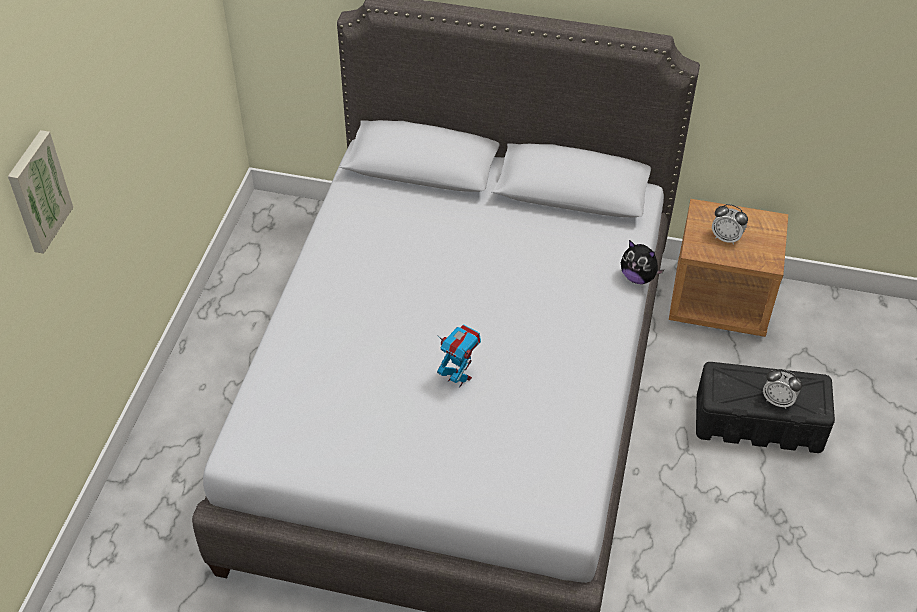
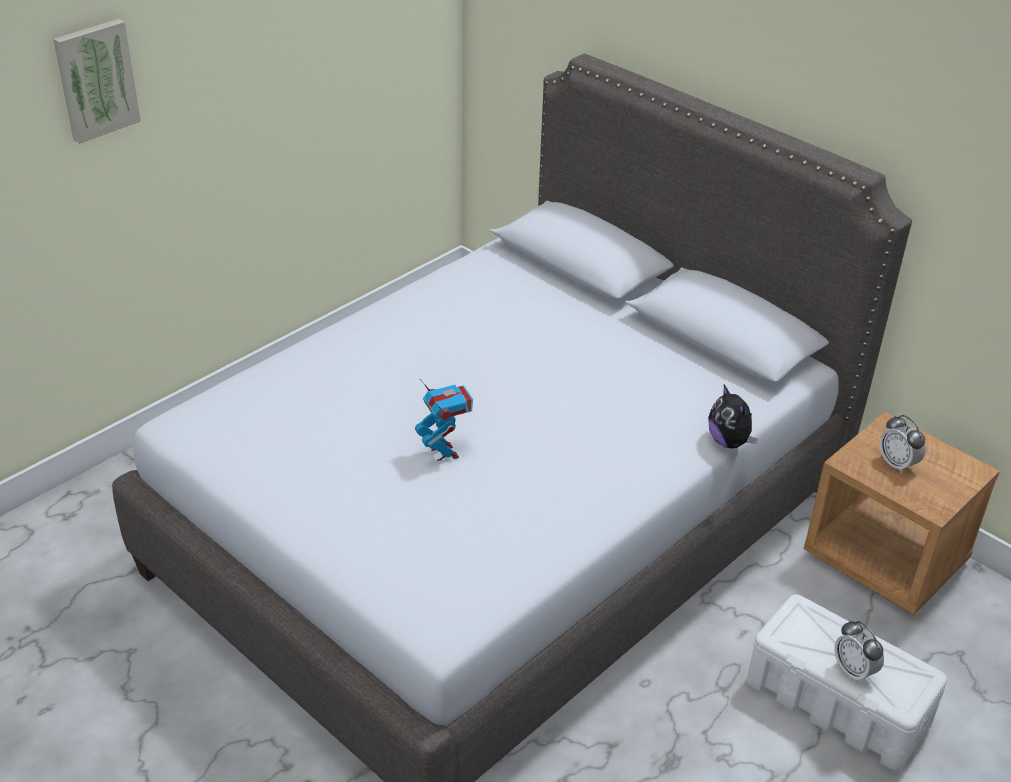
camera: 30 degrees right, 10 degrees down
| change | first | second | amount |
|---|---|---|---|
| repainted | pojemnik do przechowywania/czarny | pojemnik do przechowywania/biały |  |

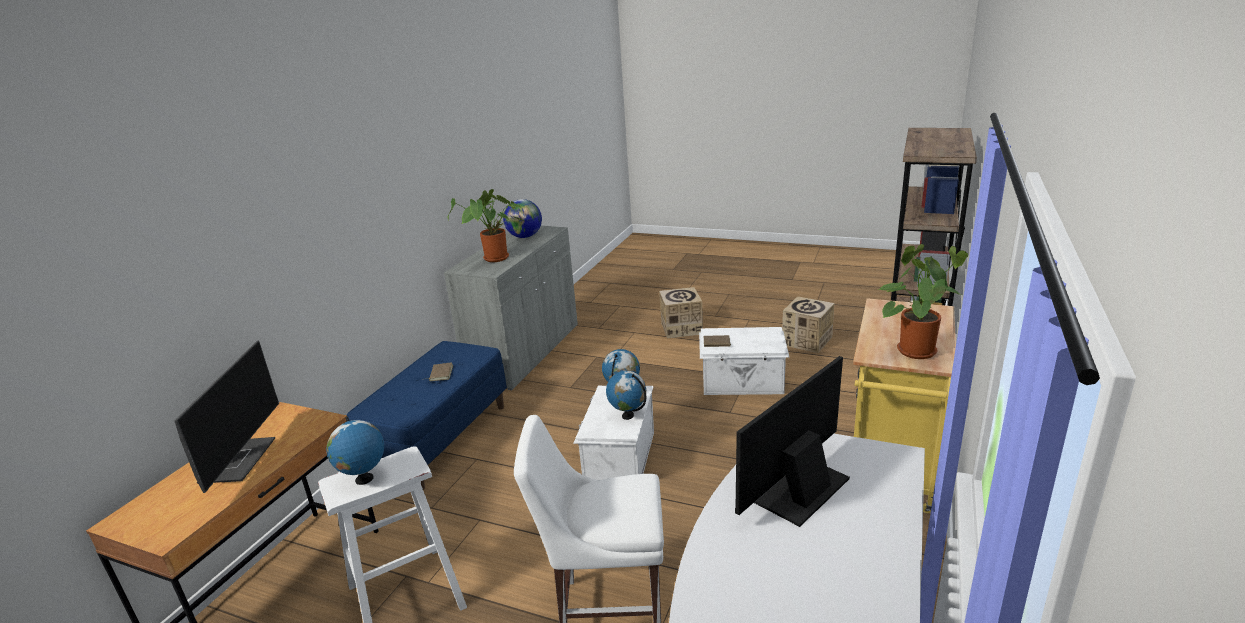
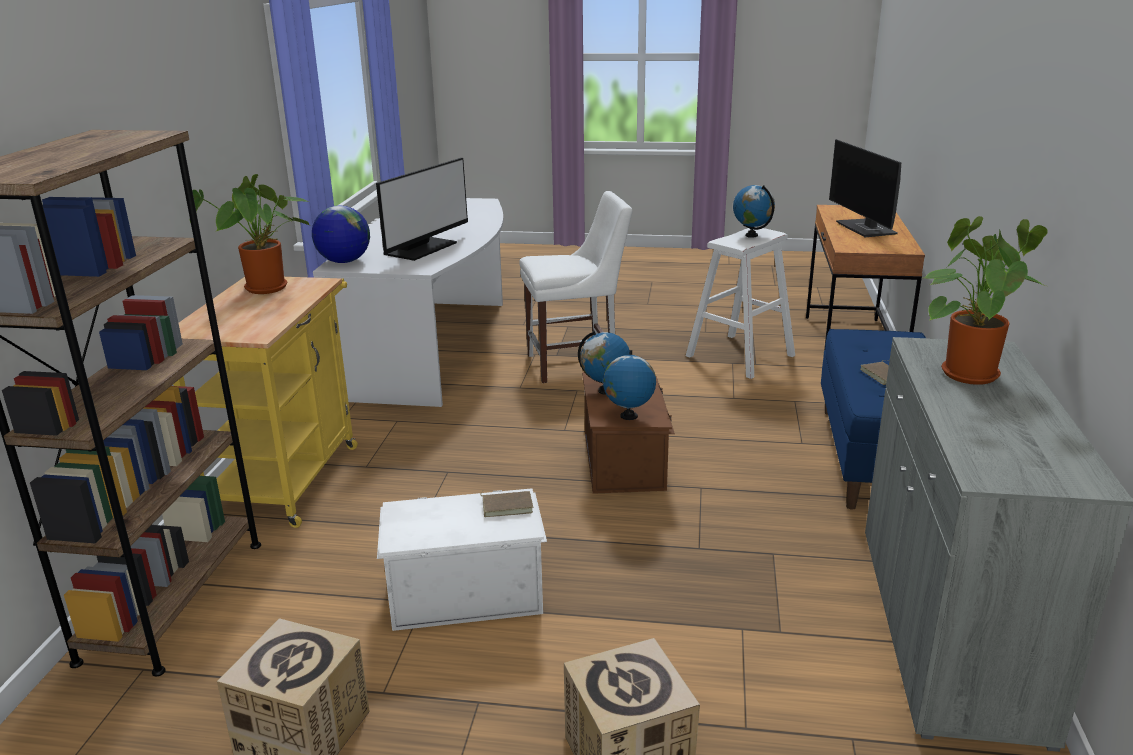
camera: 165 degrees right, 0 degrees up
| change | first | second | amount |
|---|---|---|---|
| shifted | globus (no. 2 from left in the first image) | globus (no. 1 from left) |  |
| repainted | pojemnik do przechowywania/biały (no. 1 from left) | pojemnik do przechowywania/brązowy |  |

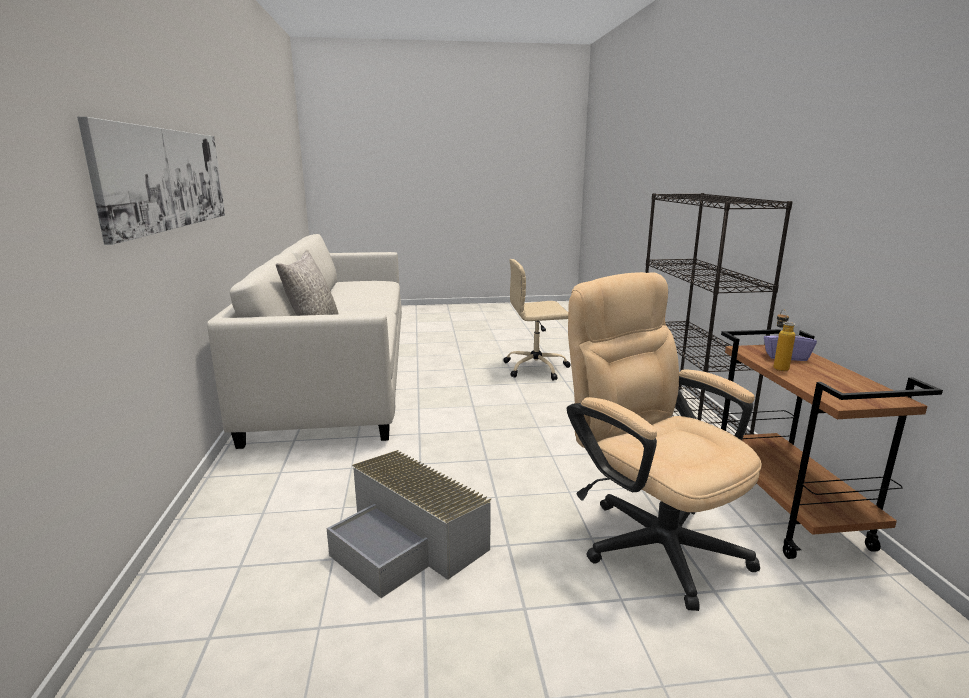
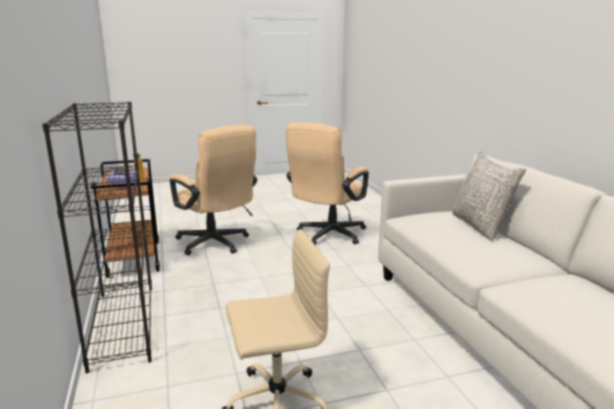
camera: 170 degrees right, 0 degrees up
| change | first | second | amount |
|---|---|---|---|
| gone | obraz |  |  |
| swapped | pojemnik do przechowywania/szary | krzesło biurowe/beżowy (no. 3 from left) |  |

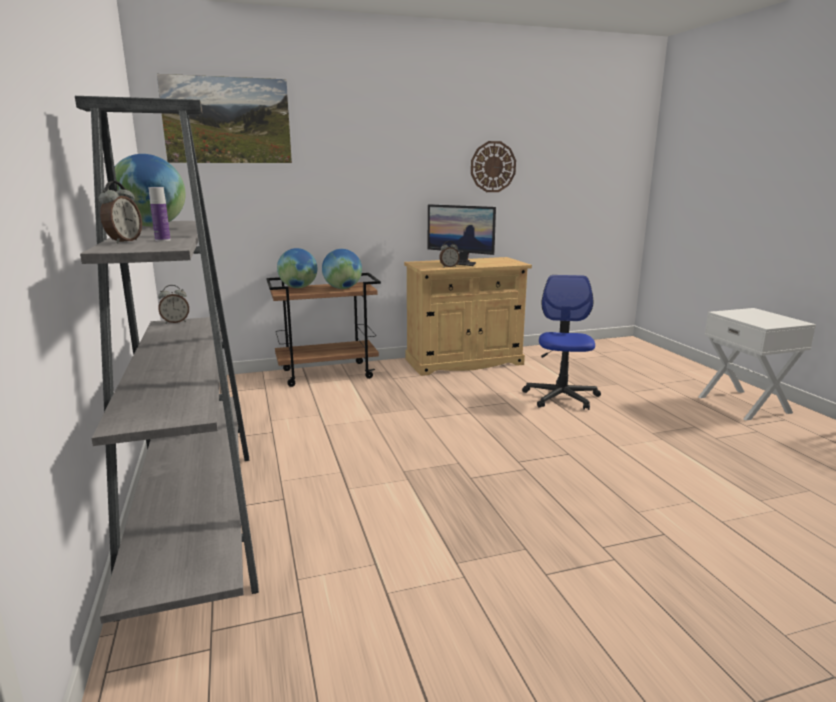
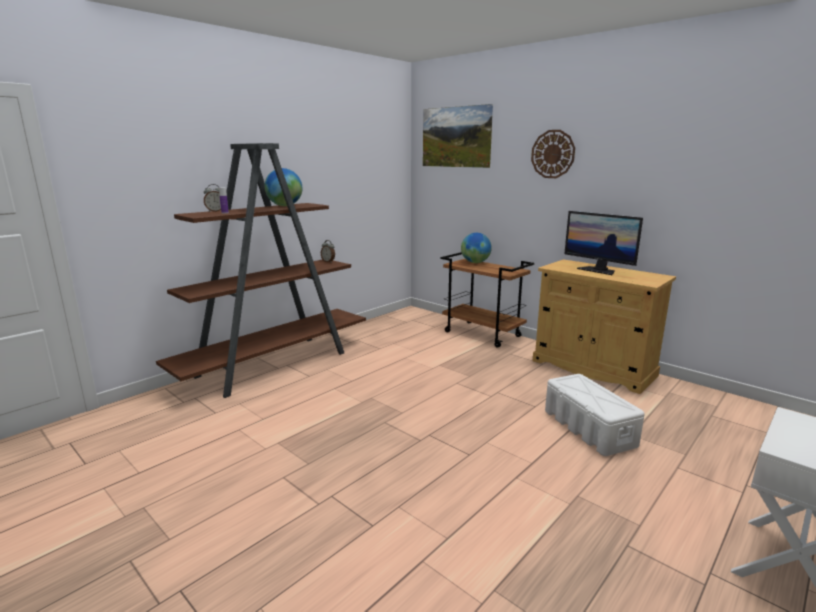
camera: 60 degrees right, 0 degrees up
| change | first | second | amount |
|---|---|---|---|
| repainted | regał/szary | regał/brązowy |  |
| gone | globus (no. 3 from left) |  |  |
| rotated | monitor |  | 45 degrees counterclockwise |
| gone | budzik (no. 3 from left) |  |  |
| shifted | zegar ścienny |  |  |
| swapped | krzesło biurowe | pojemnik do przechowywania/biały |  |

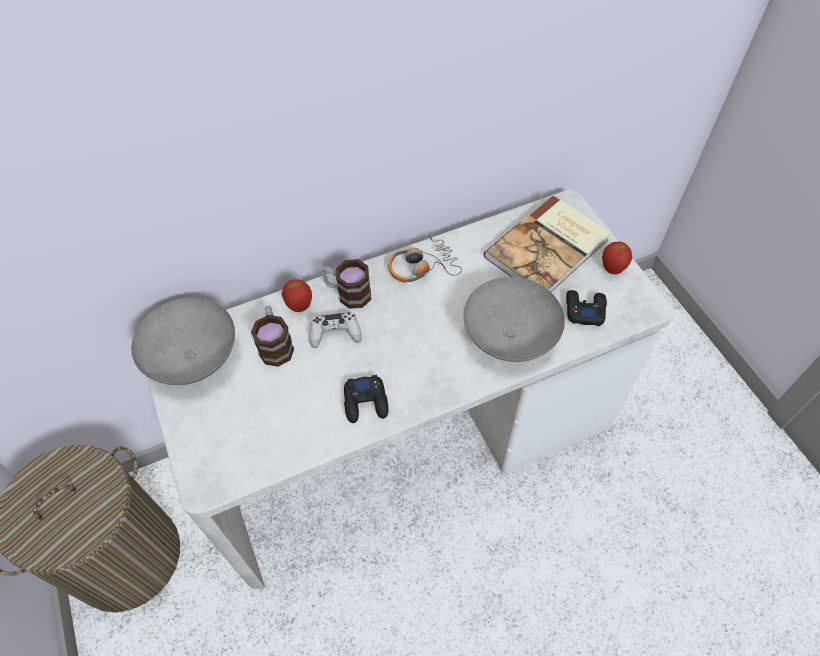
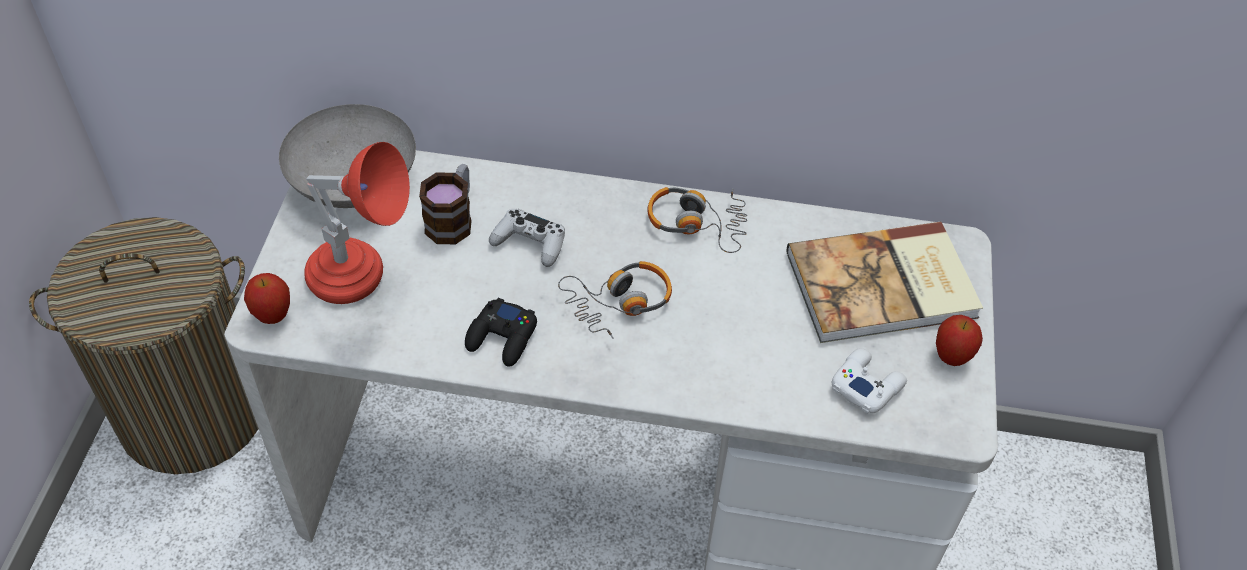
camera: 30 degrees right, 5 degrees down
| change | first | second | amount |
|---|---|---|---|
| shifted | jabłko (no. 1 from left) |  |  |
| gone | kubek (no. 2 from left) |  |  |
| gone | miska/szary (no. 2 from left) |  |  |
| repainted | pad do gier/czarny (no. 2 from left) | pad do gier/biały (no. 2 from left) |  |
| new |  | lampa stołowa/czerwony |  |
| new |  | słuchawki (no. 1 from left) |  |

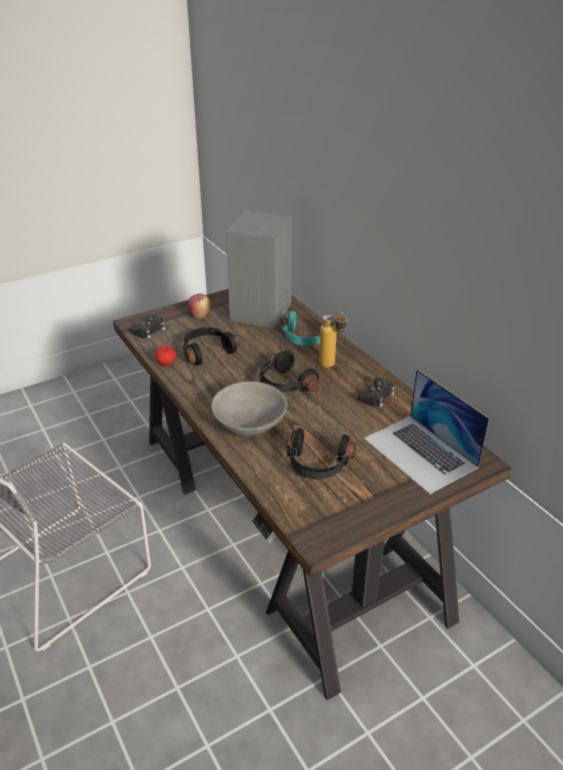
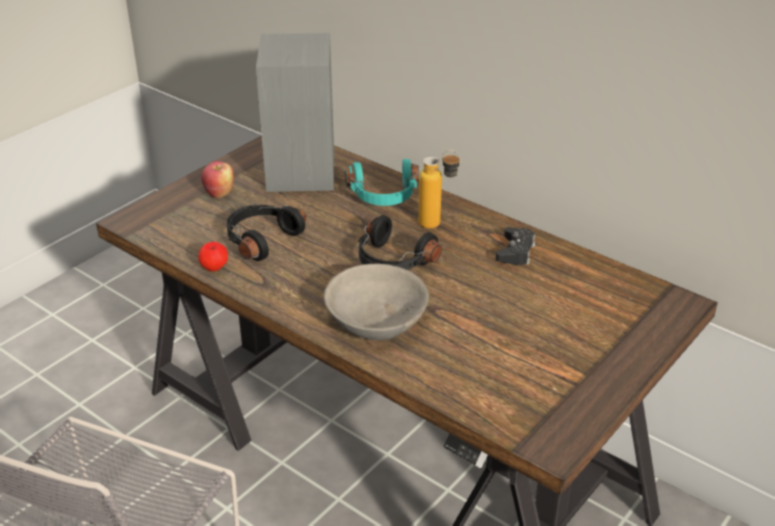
camera: 20 degrees left, 0 degrees up
| change | first | second | amount |
|---|---|---|---|
| gone | pad do gier/czarny (no. 1 from left) |  |  |
| gone | słuchawki/czarny (no. 3 from left) |  |  |
| gone | laptop |  |  |

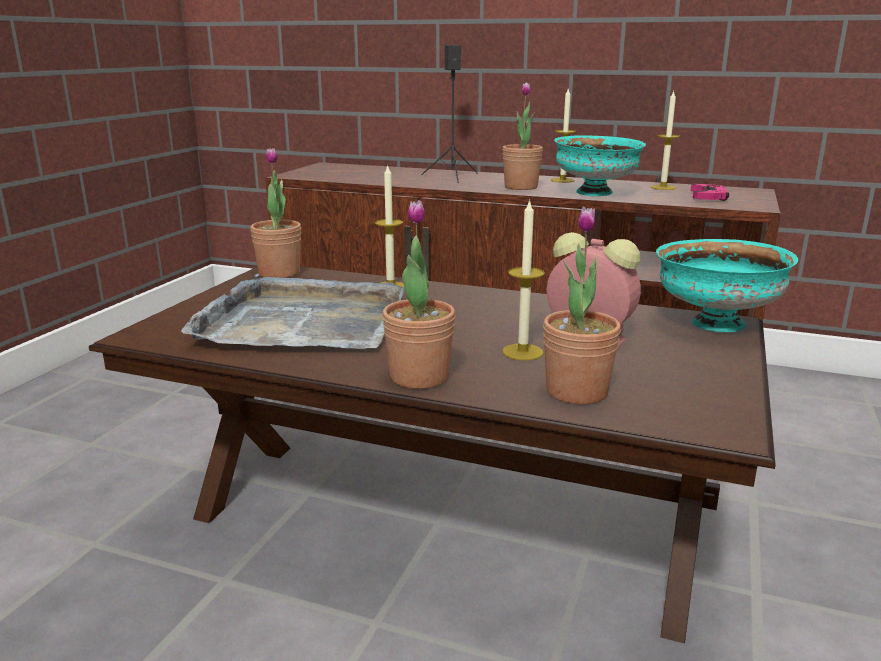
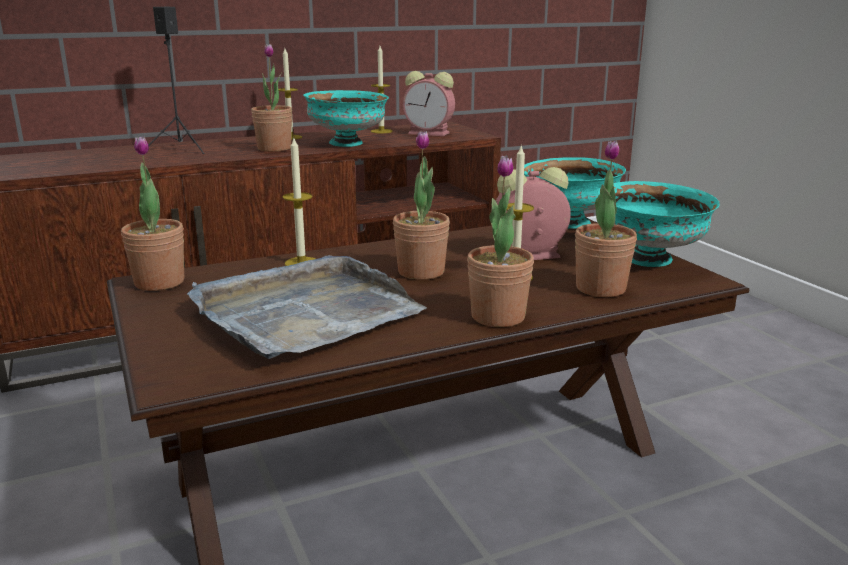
camera: 45 degrees left, 0 degrees up
| change | first | second | amount |
|---|---|---|---|
| swapped | pad do gier/różowy | budzik (no. 1 from left) |  |
| new |  | roślina doniczkowa (no. 3 from left) |  |
| new |  | miska/turkusowy (no. 3 from left) |  |

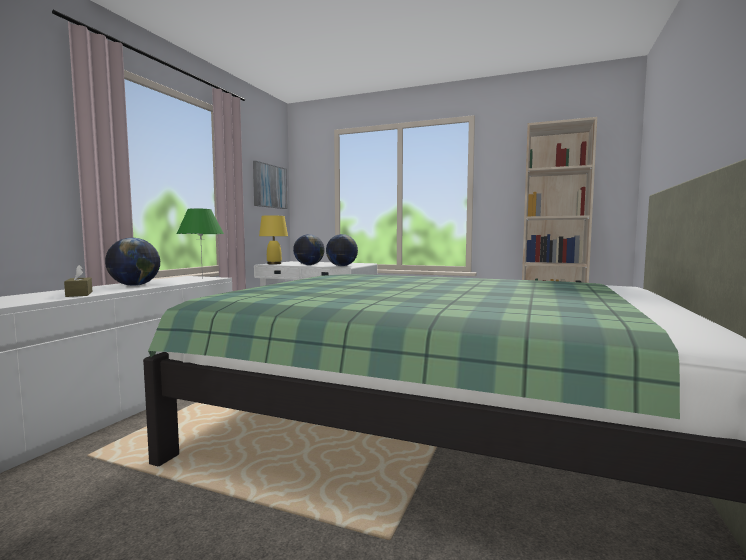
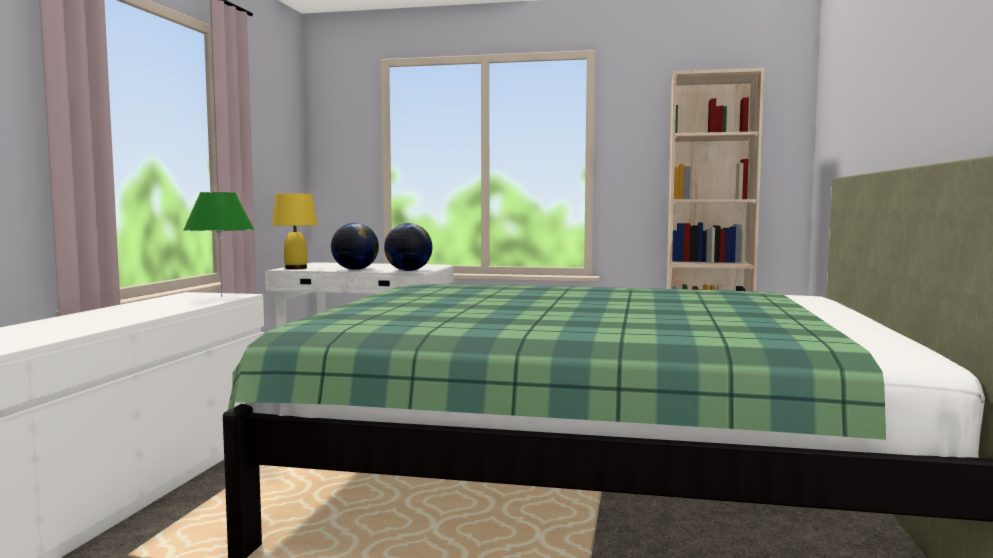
camera: 10 degrees left, 0 degrees up
| change | first | second | amount |
|---|---|---|---|
| gone | pudełko chusteczek/brązowy |  |  |
| gone | globus (no. 1 from left) |  |  |
| gone | obraz |  |  |

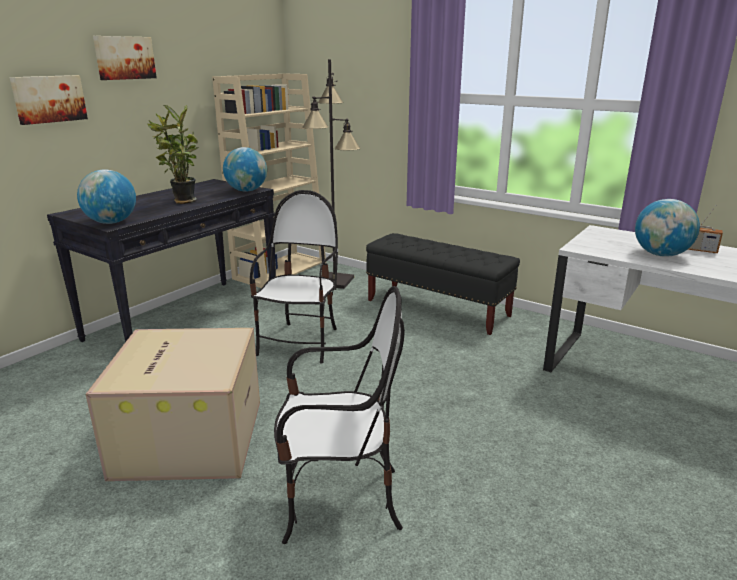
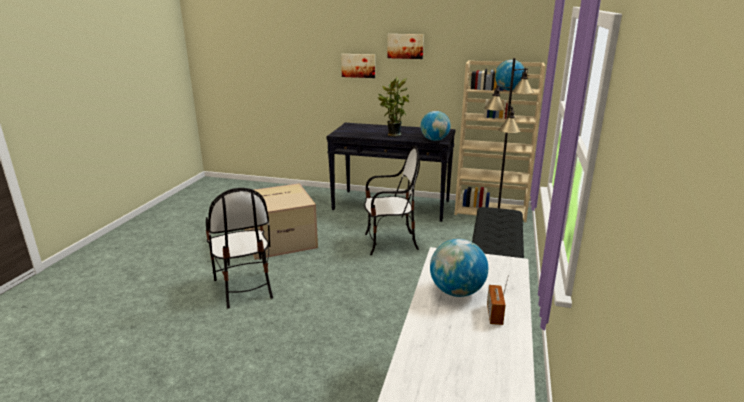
camera: 70 degrees right, 0 degrees up
| change | first | second | amount |
|---|---|---|---|
| shifted | globus (no. 1 from left in the first image) | globus (no. 3 from left) |  |

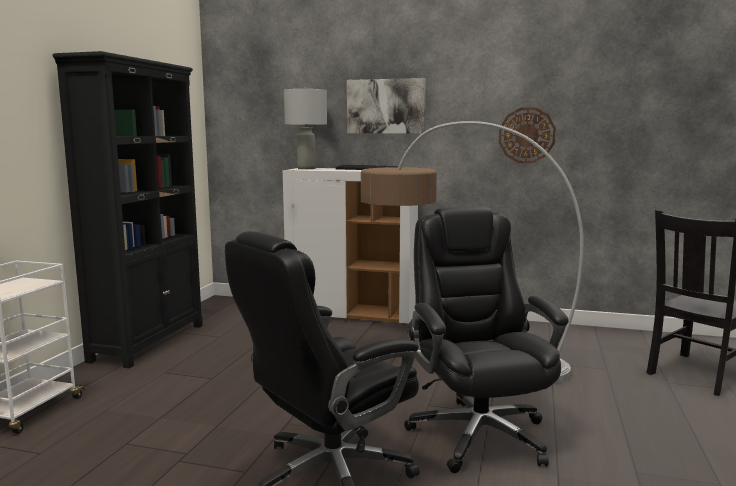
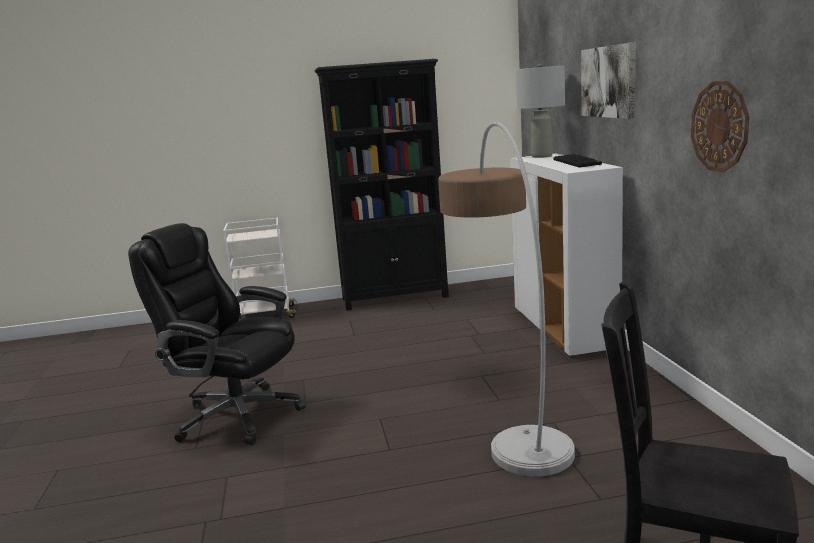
camera: 65 degrees right, 5 degrees up
| change | first | second | amount |
|---|---|---|---|
| gone | krzesło biurowe/czarny (no. 2 from left) |  |  |

